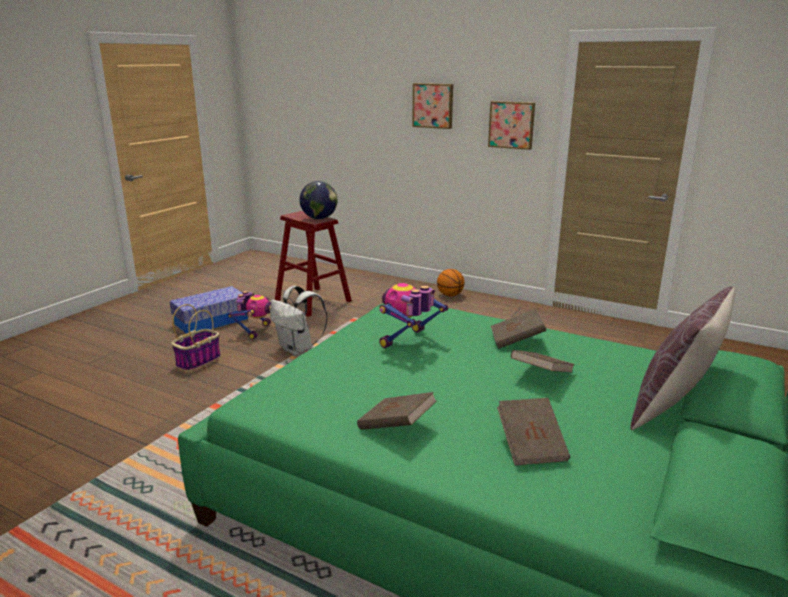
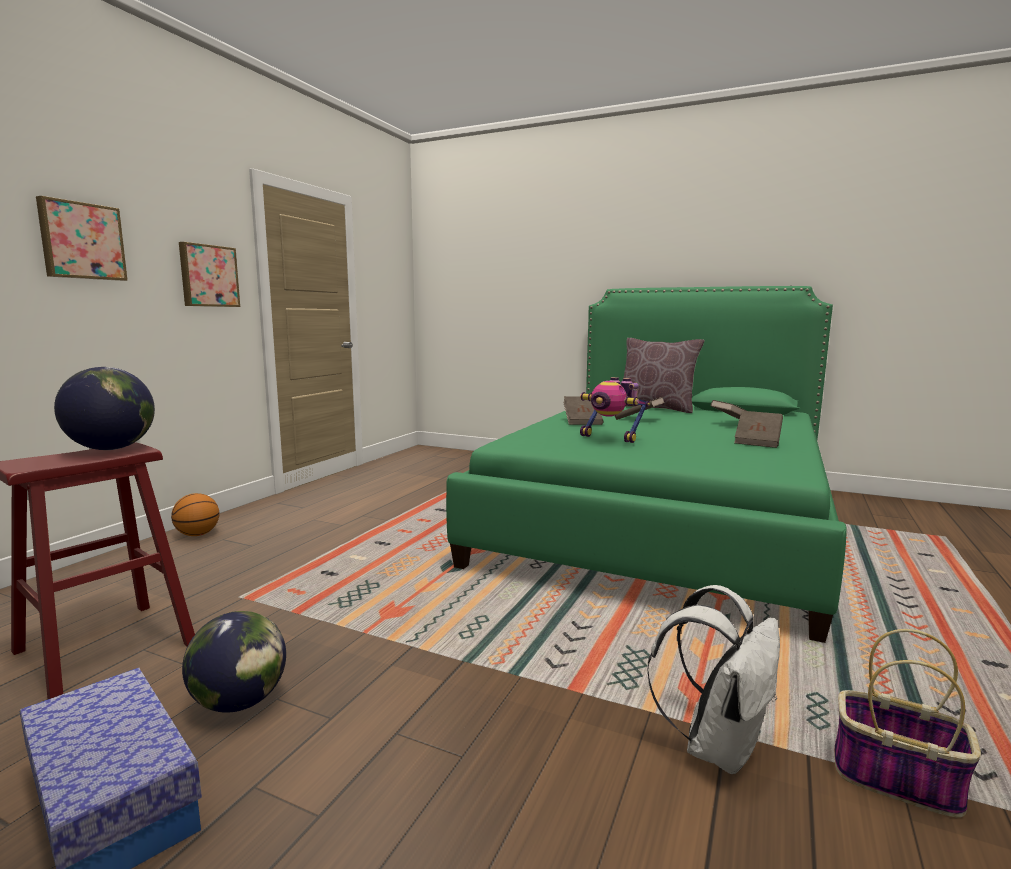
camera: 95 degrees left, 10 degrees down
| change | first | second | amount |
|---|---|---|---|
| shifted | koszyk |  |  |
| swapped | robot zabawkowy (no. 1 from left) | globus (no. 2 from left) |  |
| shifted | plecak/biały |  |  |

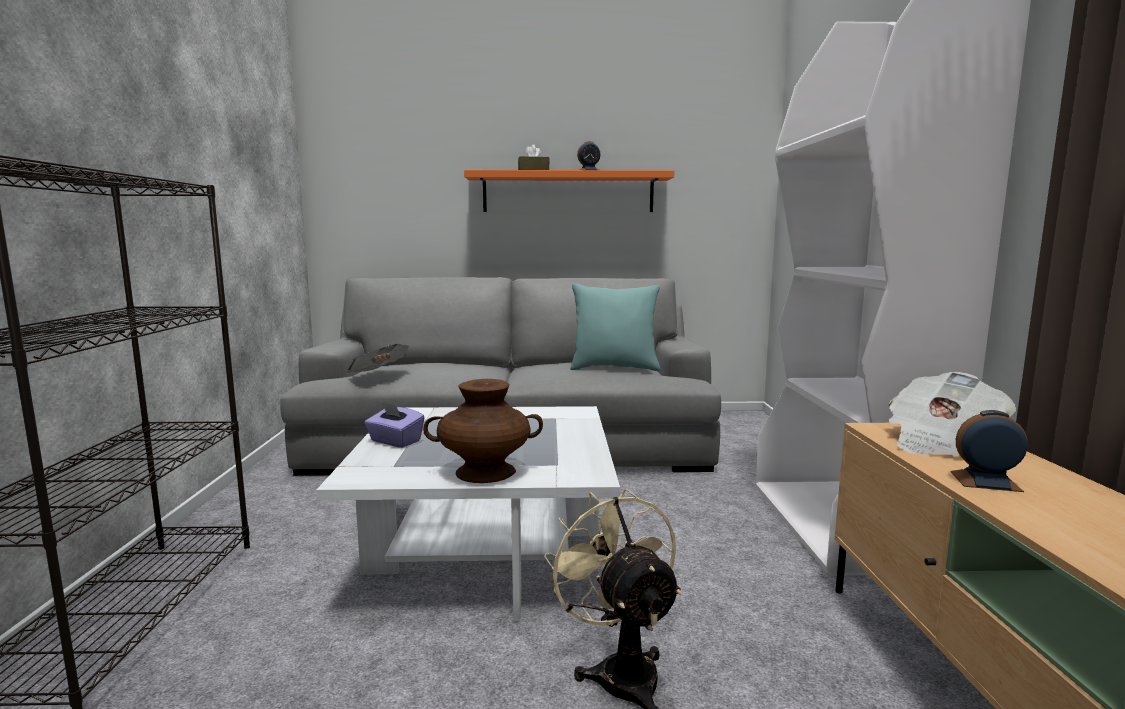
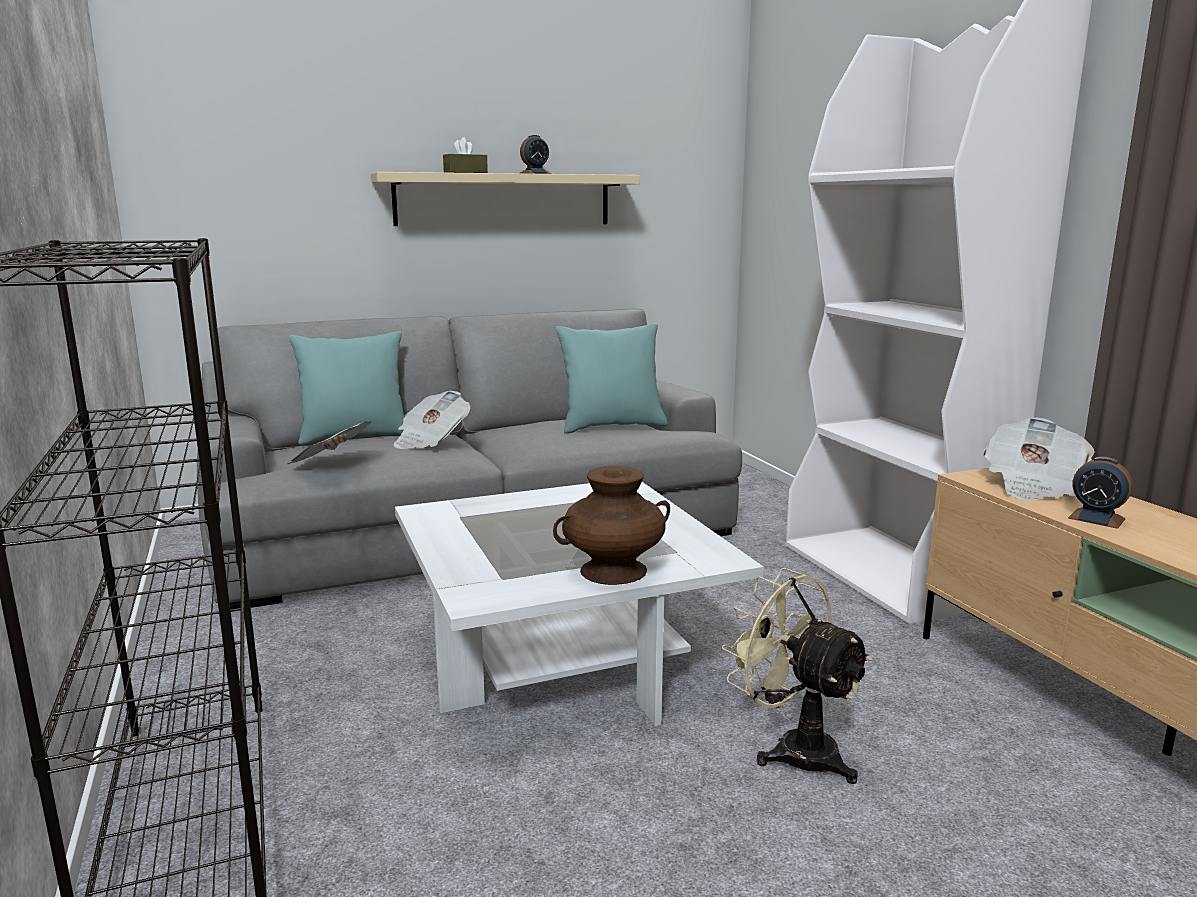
camera: 20 degrees left, 5 degrees up
| change | first | second | amount |
|---|---|---|---|
| gone | pudełko chusteczek/fioletowy |  |  |
| repainted | półka/pomarańczowy | półka/beżowy |  |
| rotated | budzik (no. 2 from left) |  | 135 degrees counterclockwise |
| new |  | poduszka/turkusowy (no. 1 from left) |  |
| new |  | gazeta (no. 2 from left) |  |

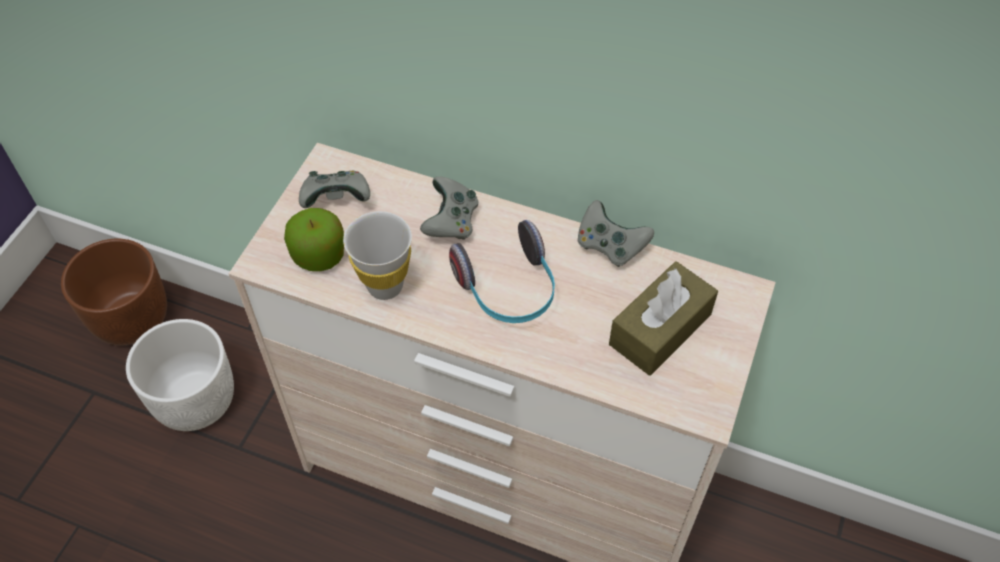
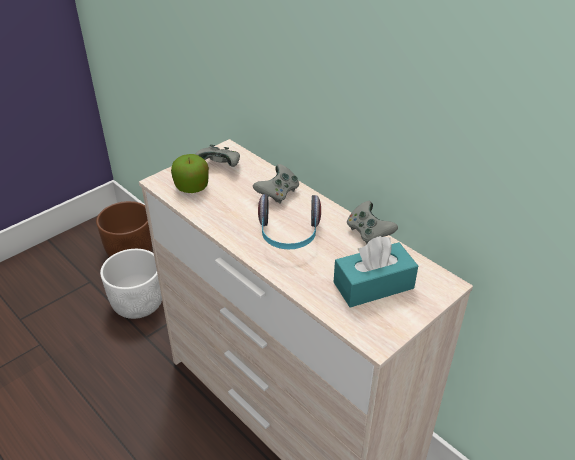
camera: 25 degrees right, 15 degrees down
| change | first | second | amount |
|---|---|---|---|
| gone | filiżanka/biały |  |  |
| repainted | pudełko chusteczek/brązowy | pudełko chusteczek/turkusowy |  |

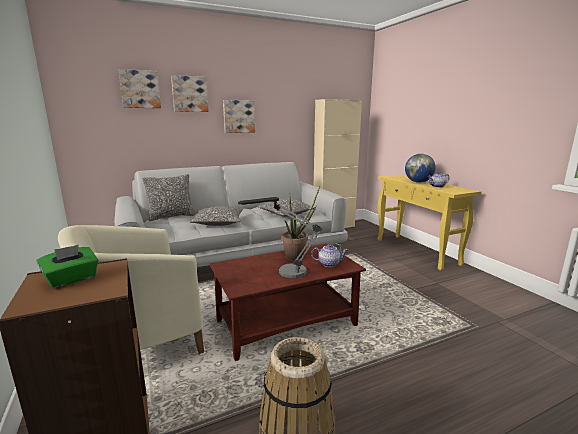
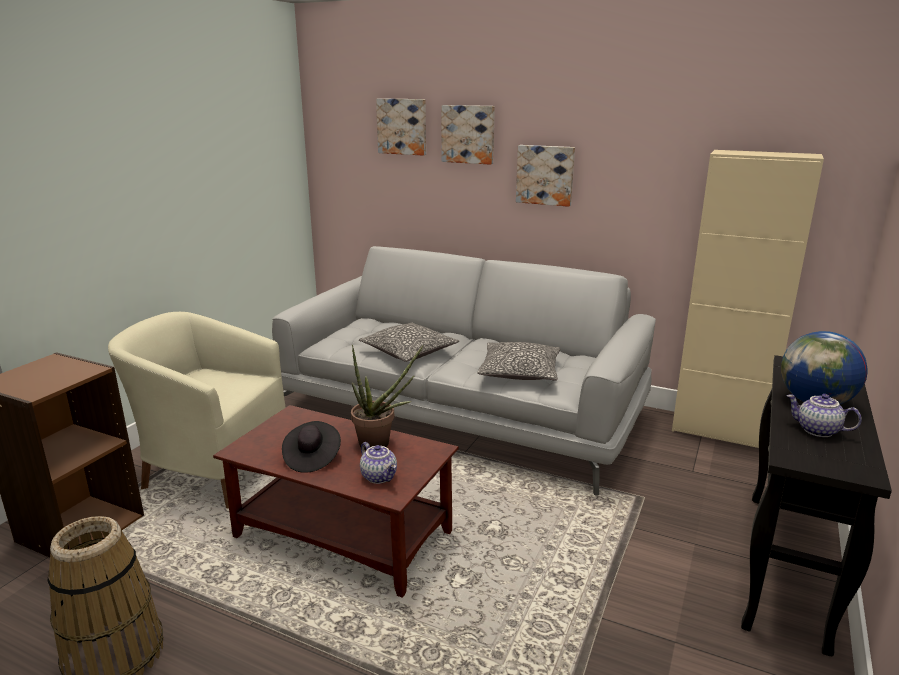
camera: 50 degrees right, 5 degrees up
| change | first | second | amount |
|---|---|---|---|
| gone | pudełko chusteczek/zielony |  |  |
| gone | poduszka (no. 1 from left) |  |  |
| swapped | lampa stołowa | kapelusz/czarny |  |
| repainted | stolik konsolowy/żółty | stolik konsolowy/czarny |  |

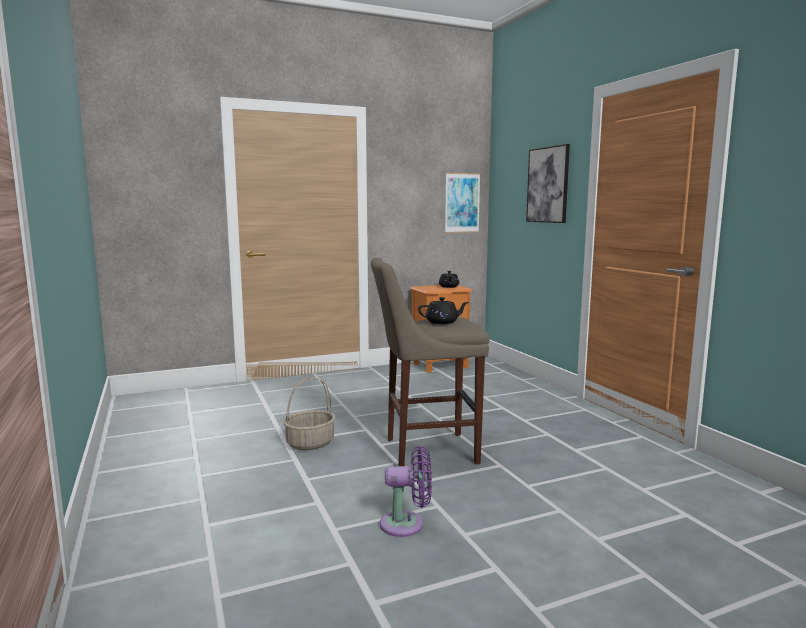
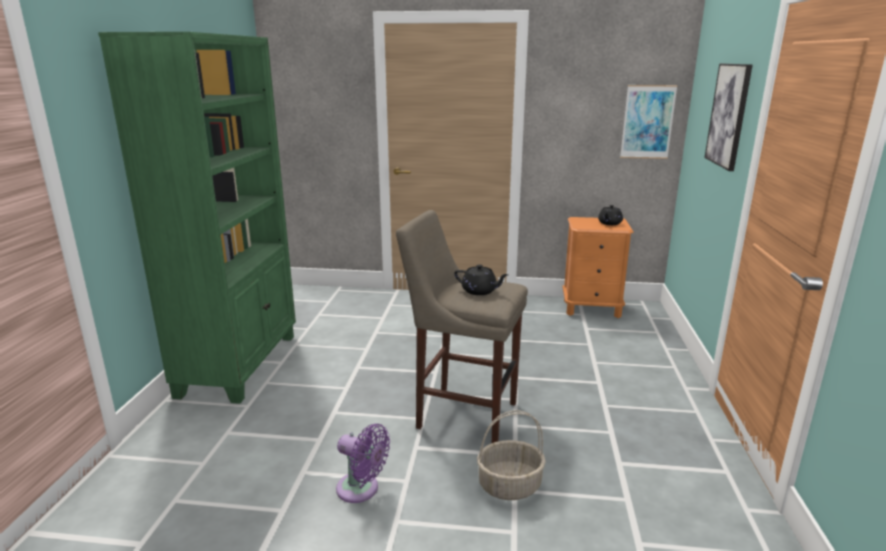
camera: 30 degrees right, 10 degrees up
| change | first | second | amount |
|---|---|---|---|
| shifted | koszyk |  |  |
| new |  | regał/zielony |  |

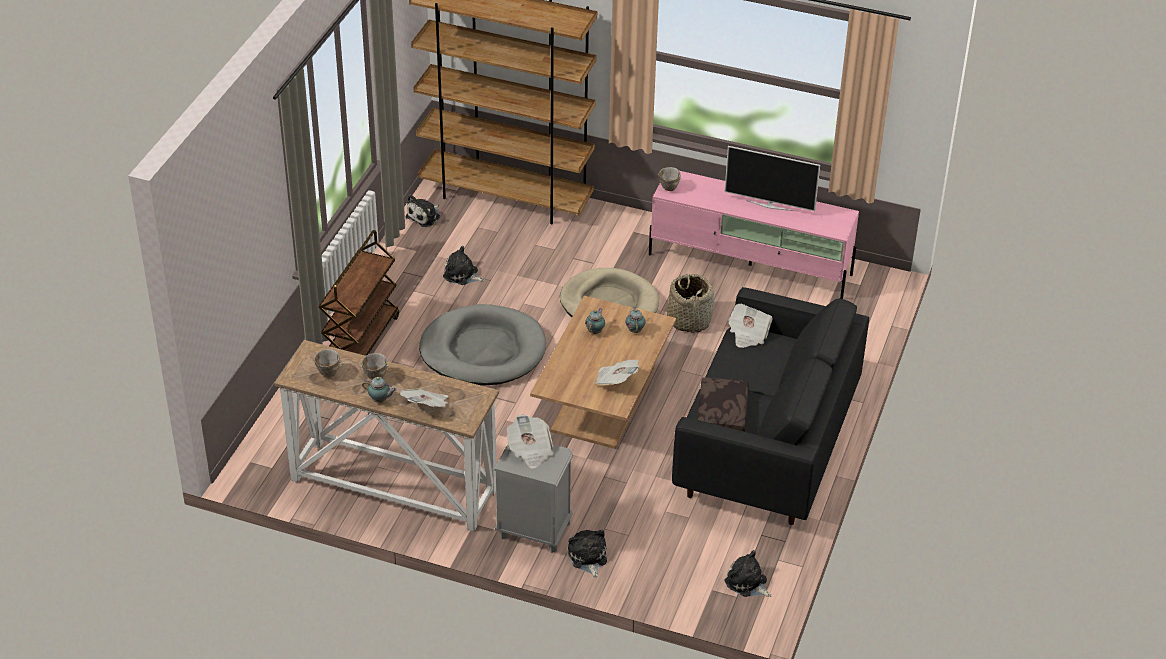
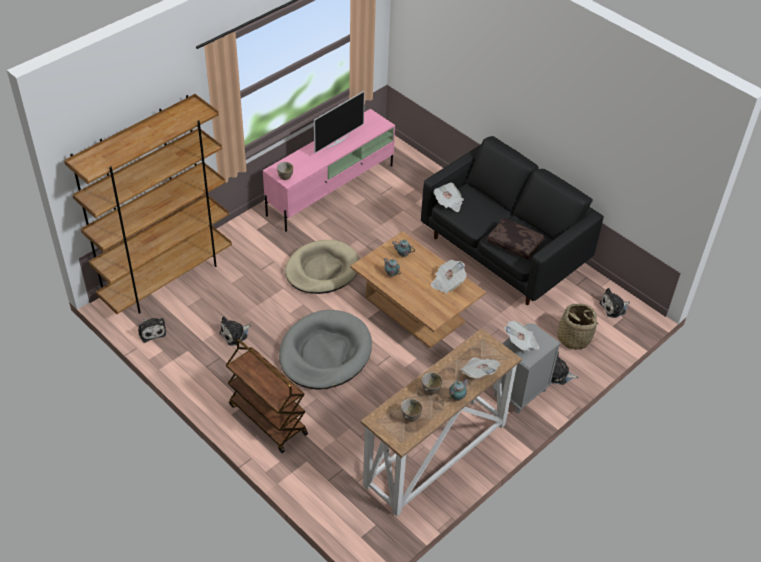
camera: 65 degrees left, 5 degrees up
| change | first | second | amount |
|---|---|---|---|
| shifted | koszyk |  |  |

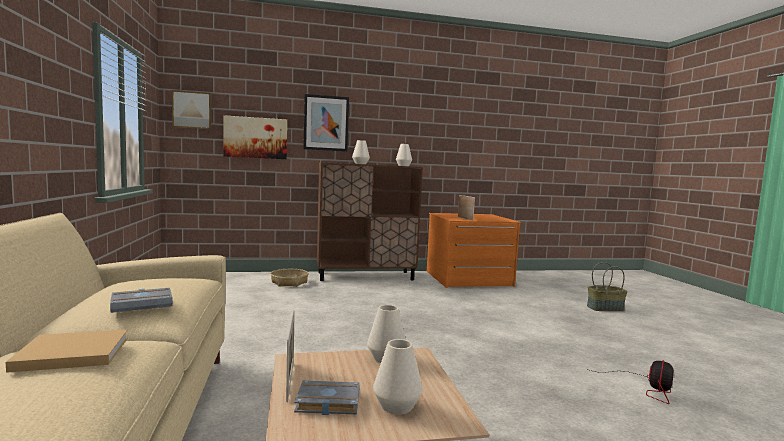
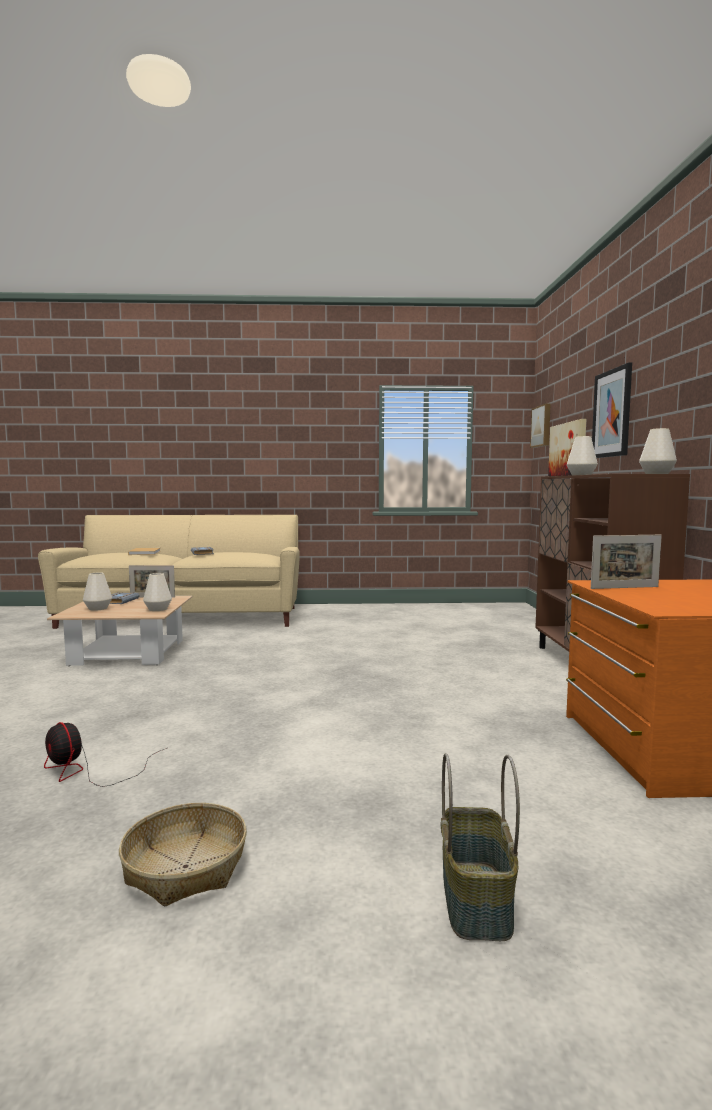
camera: 100 degrees right, 0 degrees up
| change | first | second | amount |
|---|---|---|---|
| shifted | koszyk (no. 1 from left) |  |  |

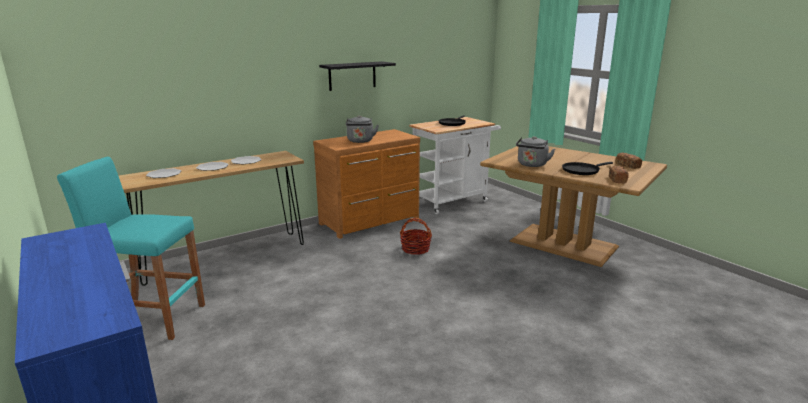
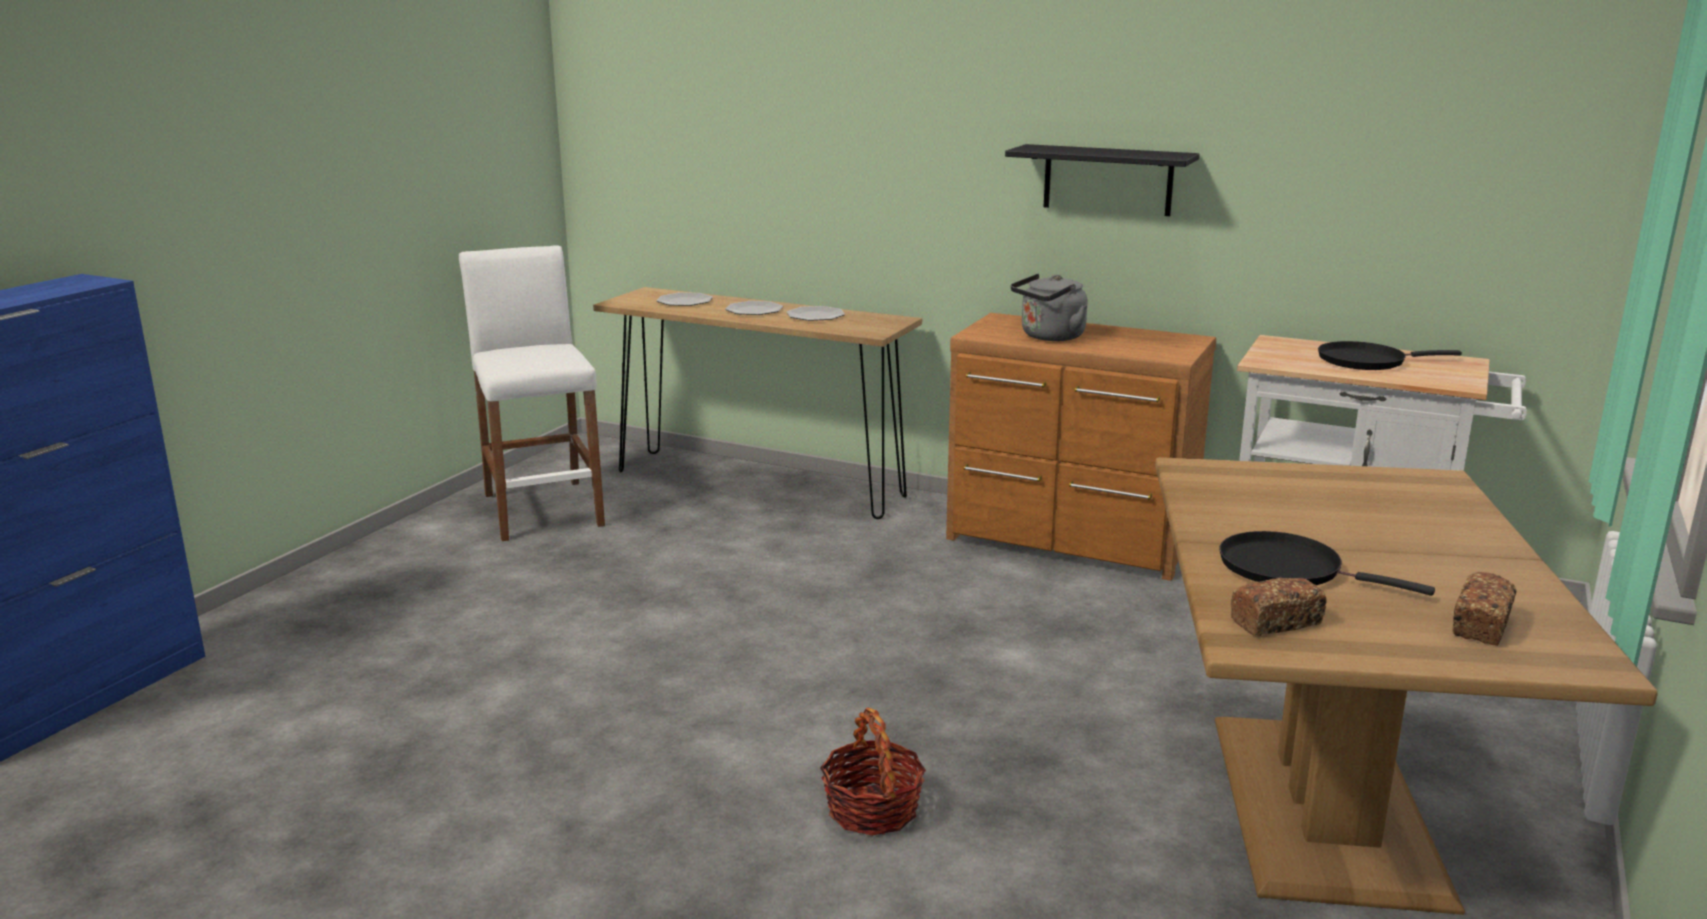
camera: 60 degrees right, 0 degrees up
| change | first | second | amount |
|---|---|---|---|
| repainted | stołek/turkusowy | stołek/biały |  |
| shifted | koszyk |  |  |
| gone | czajnik/szary (no. 2 from left) |  |  |

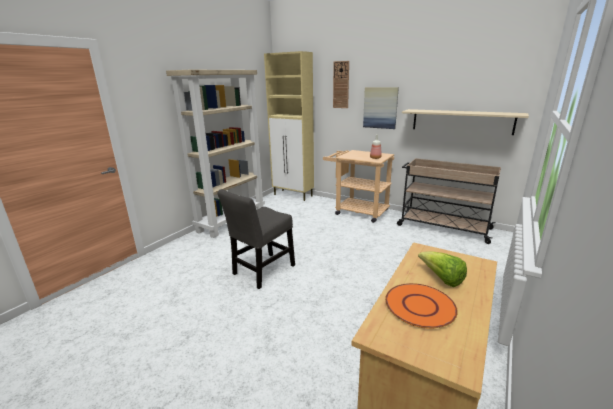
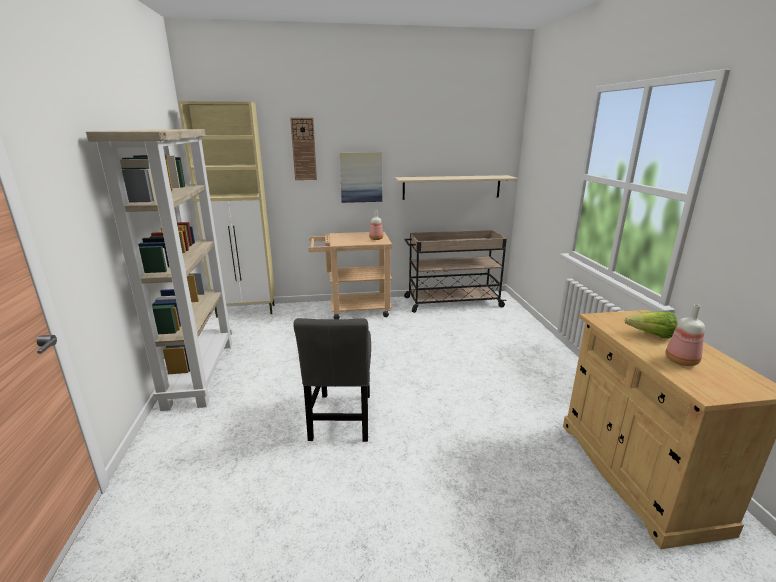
camera: 40 degrees left, 0 degrees up
| change | first | second | amount |
|---|---|---|---|
| swapped | talerz/pomarańczowy | butelka (no. 2 from left) |  |

